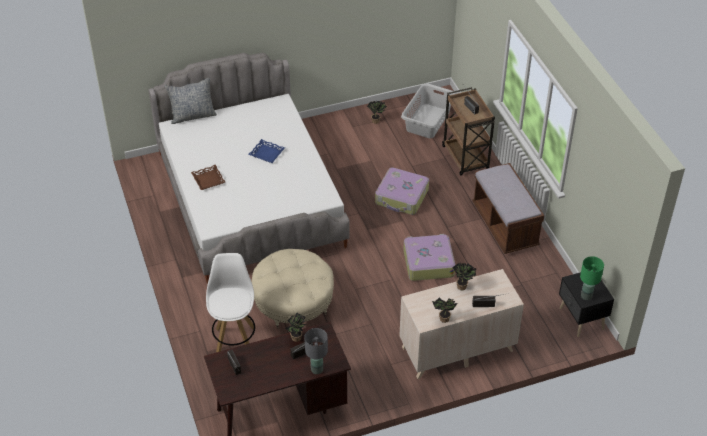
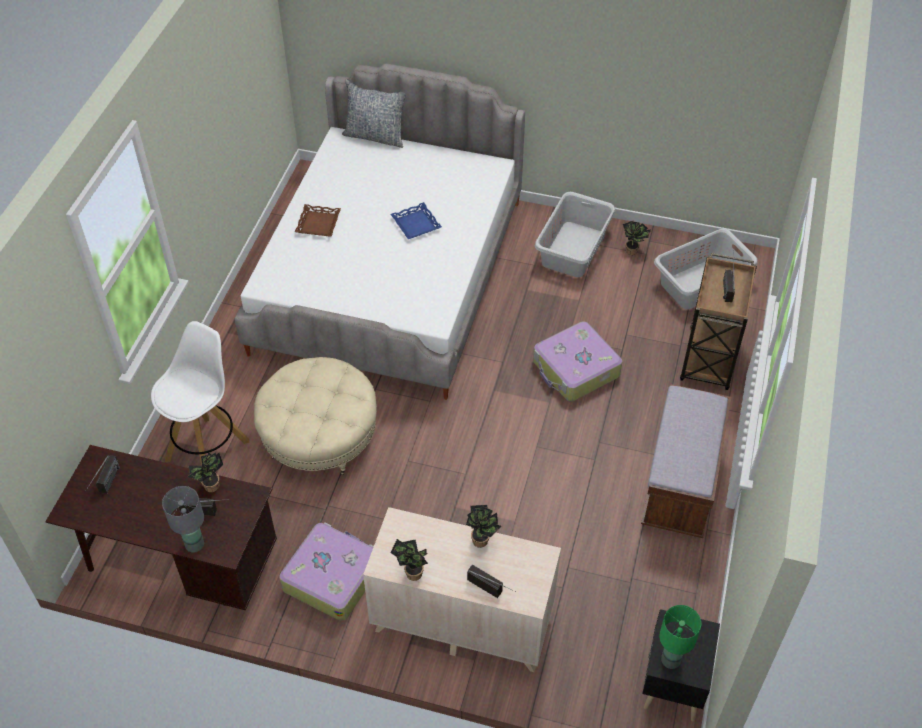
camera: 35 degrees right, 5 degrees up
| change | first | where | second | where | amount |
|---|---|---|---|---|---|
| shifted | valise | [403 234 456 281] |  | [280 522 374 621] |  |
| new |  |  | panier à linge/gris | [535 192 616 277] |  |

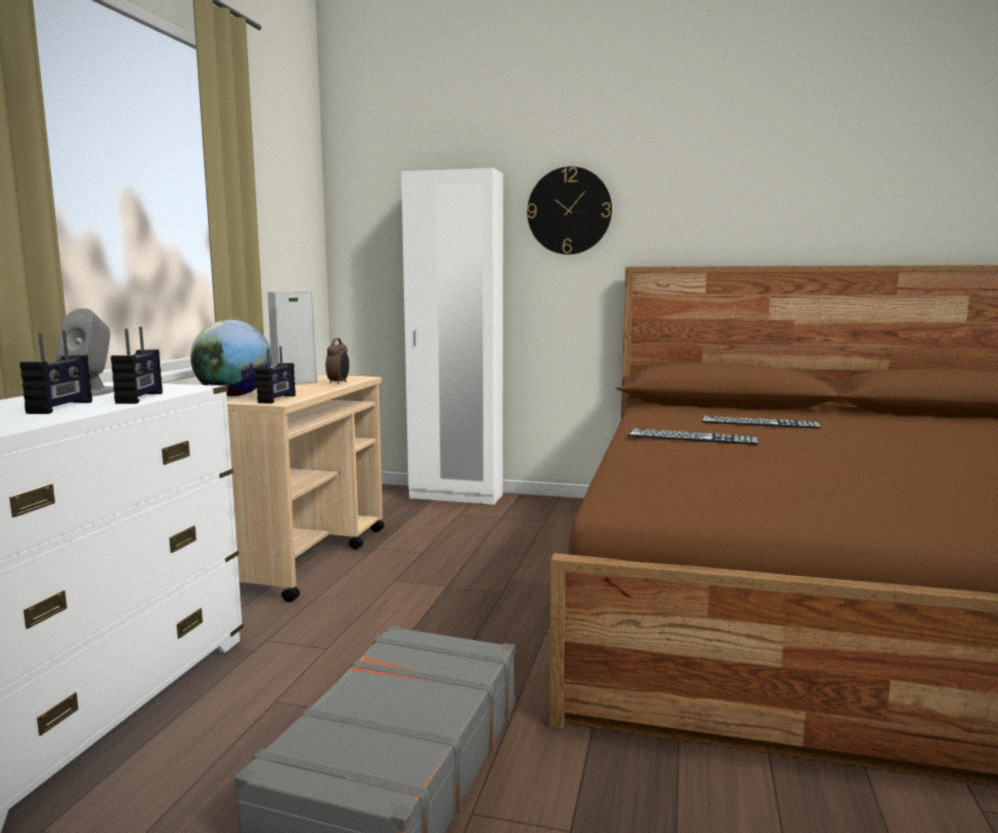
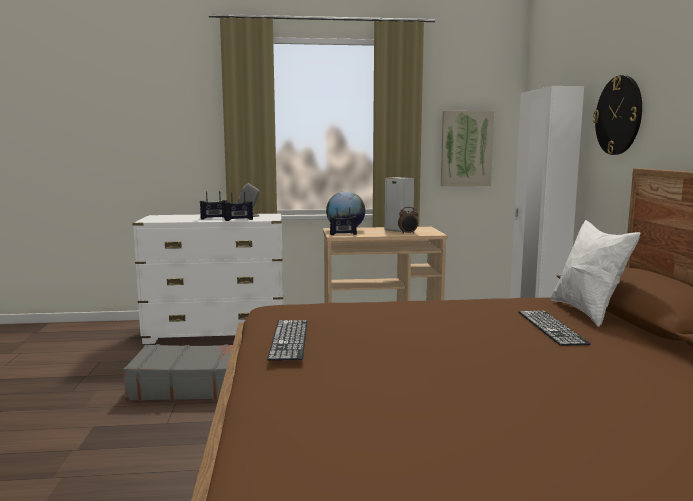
camera: 70 degrees right, 0 degrees up
| change | first | where | second | where | amount |
|---|---|---|---|---|---|
| shifted | clavier | [628 428 758 445] |  | [267 320 307 361] |  |
| new |  |  | tableau | [441 111 494 186] |  |
| new |  |  | coussin/blanc | [551 220 640 327] |  |

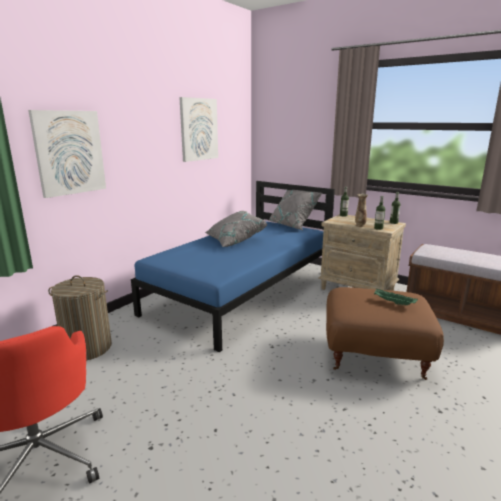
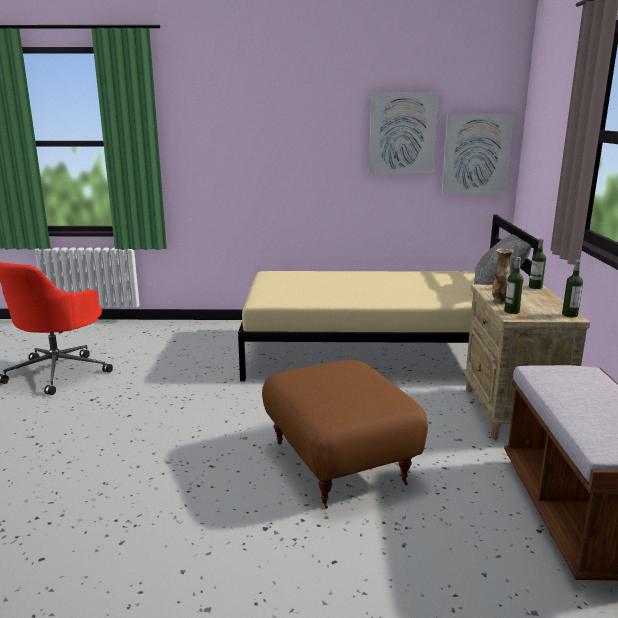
camera: 55 degrees right, 0 degrees up
| change | first | where | second | where | amount |
|---|---|---|---|---|---|
| repainted | lit/bleu | [131 181 335 352] | lit/beige | [238 215 539 381] |  |
| shifted | tableau | [28 110 106 198] |  | [442 114 514 194] |  |
| gone | panier à linge | [48 275 112 360] |  |  |  |
| gone | coussin/gris | [205 211 268 247] |  |  |  |
| gone | plateau/vert | [374 289 418 306] |  |  |  |

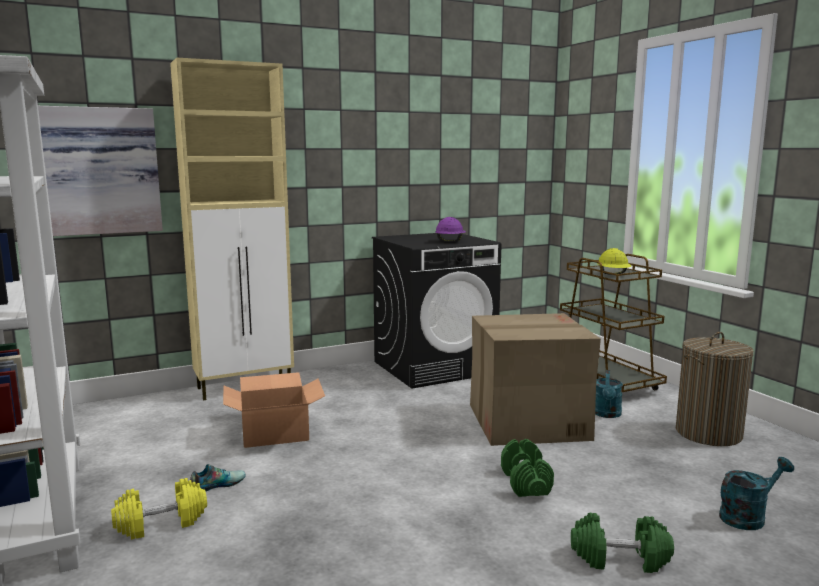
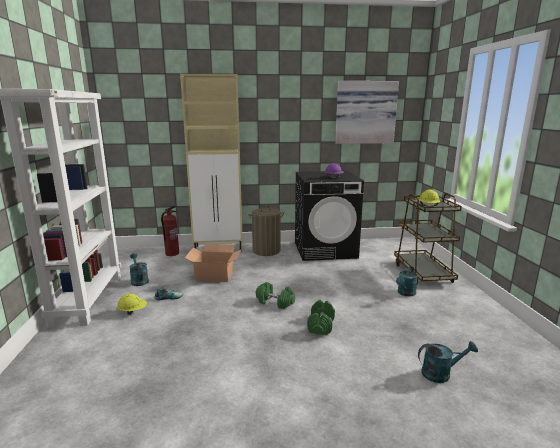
camera: 20 degrees right, 5 degrees up
| change | first | where | second | where | amount |
|---|---|---|---|---|---|
| swapped | haltère/jaune | [111 478 207 540] | casque de chantier/jaune | [117 294 147 315] |  |
| new |  |  | arrosoir/turquoise | [129 253 149 286] |  |
| new |  |  | extincteur | [161 206 179 256] |  |
| shifted | panier à linge | [676 332 754 446] |  | [248 205 284 256] |  |
| shifted | haltère/vert | [571 513 674 573] |  | [256 282 295 309] |  |
| shifted | tableau | [38 106 163 236] |  | [335 81 399 144] |  |
| gone | carton | [470 313 601 446] |  |  |  |

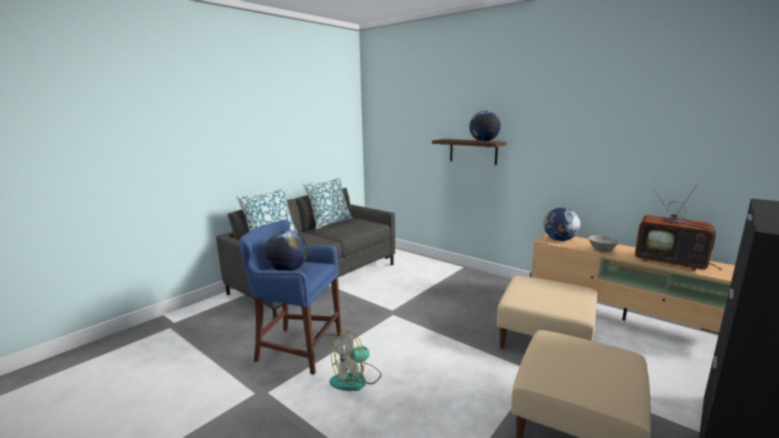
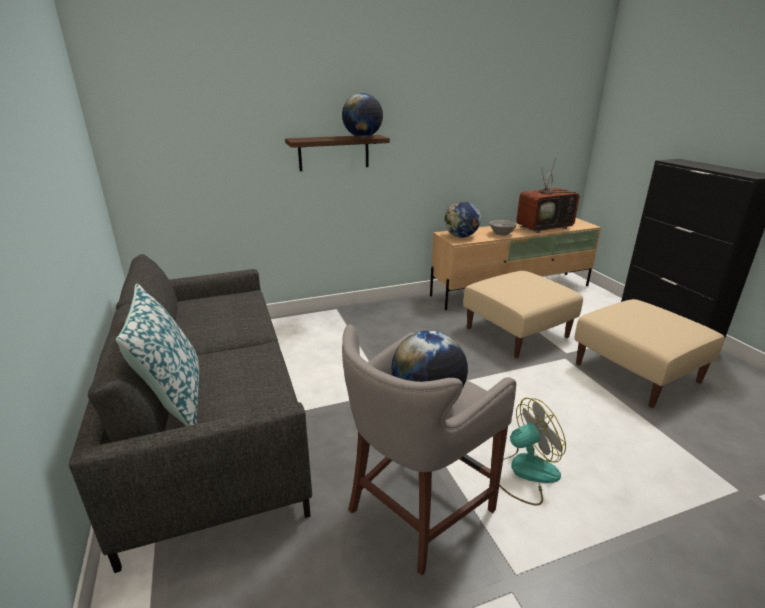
camera: 60 degrees left, 10 degrees up
| change | first | where | second | where | amount |
|---|---|---|---|---|---|
| repainted | tabouret/bleu | [240 219 342 375] | tabouret/gris | [342 325 516 576] |  |
| rotated | ventilateur | [329 330 381 391] |  | [499 398 566 506] | 105 degrees counterclockwise |
| gone | coussin | [303 177 353 230] |  |  |  |

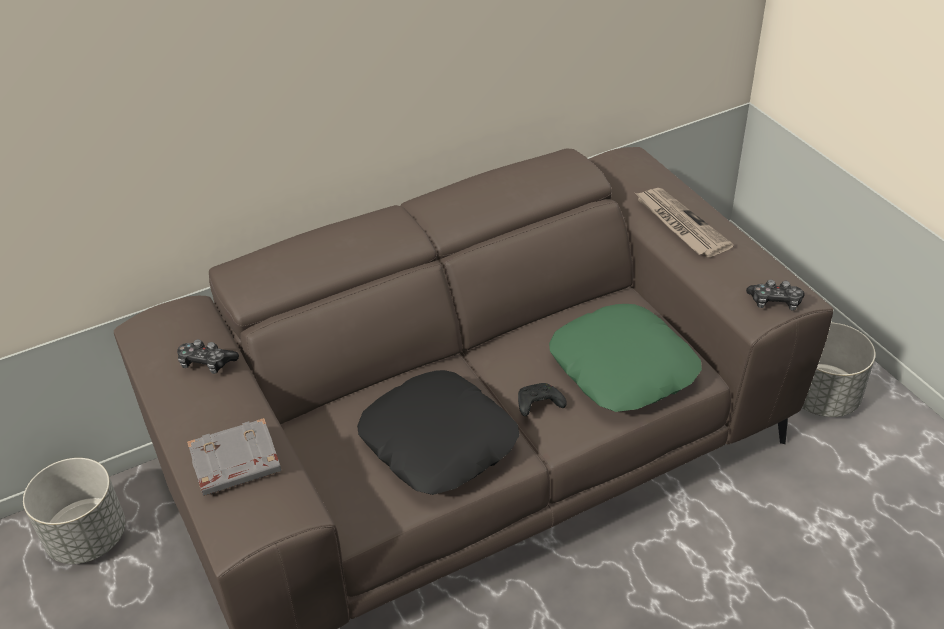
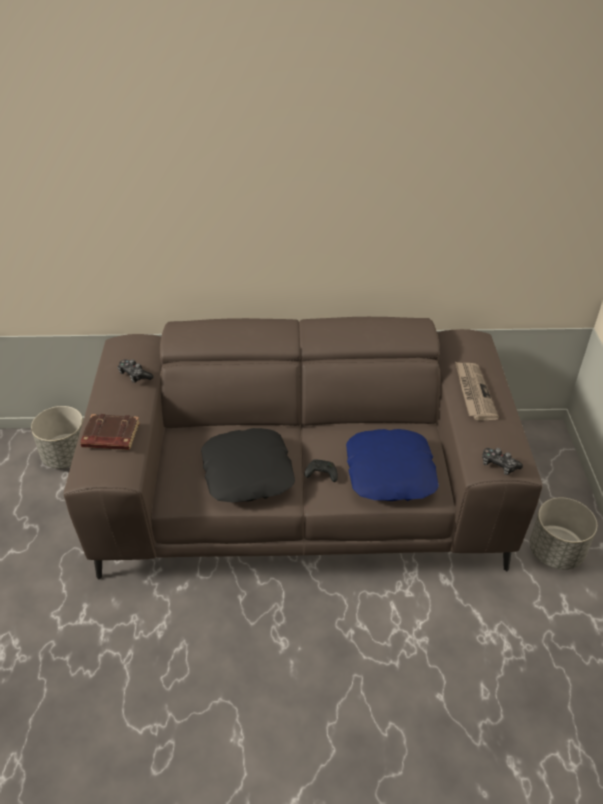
camera: 25 degrees right, 0 degrees up
| change | first | where | second | where | amount |
|---|---|---|---|---|---|
| repainted | livre/gris | [187 418 281 496] | livre/marron | [80 414 140 450] |  |
| repainted | coussin/vert | [549 304 702 412] | coussin/bleu | [346 429 439 501] |  |

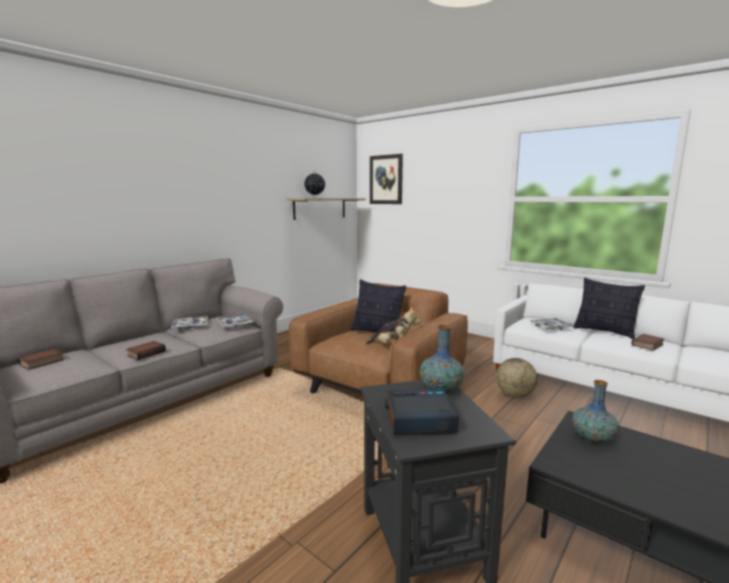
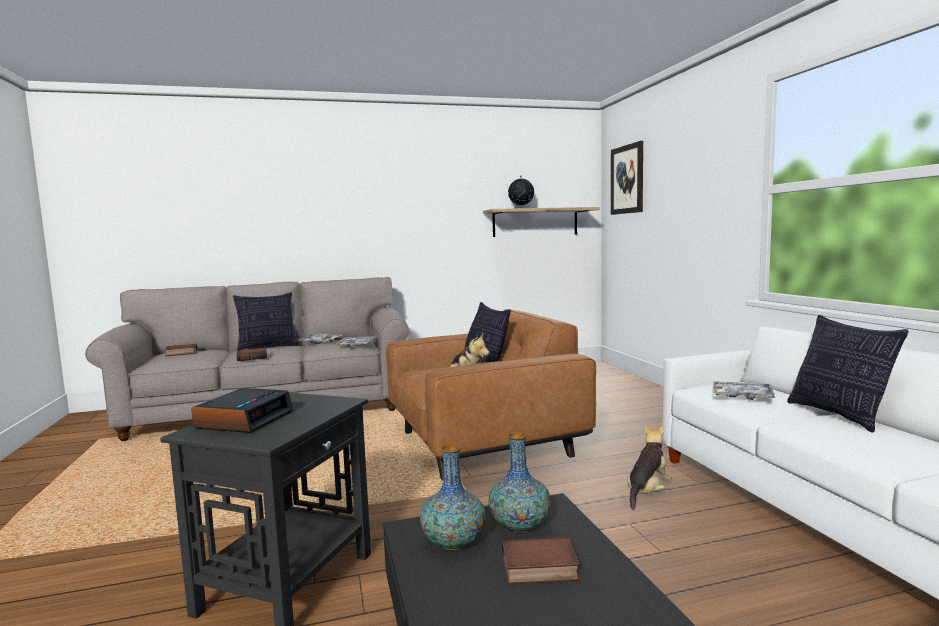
camera: 35 degrees right, 5 degrees down
| change | first | where | second | where | amount |
|---|---|---|---|---|---|
| rotated | réveil | [385 389 459 435] |  | [191 388 293 433] | 75 degrees clockwise |
| new |  |  | coussin | [233 292 298 350] |  |
| shifted | vase | [420 325 464 393] |  | [420 444 486 550] |  |
| shifted | livre | [631 334 664 351] |  | [502 537 580 585] |  |
| swapped | globe | [496 358 538 398] | peluche | [627 426 671 510] |  |

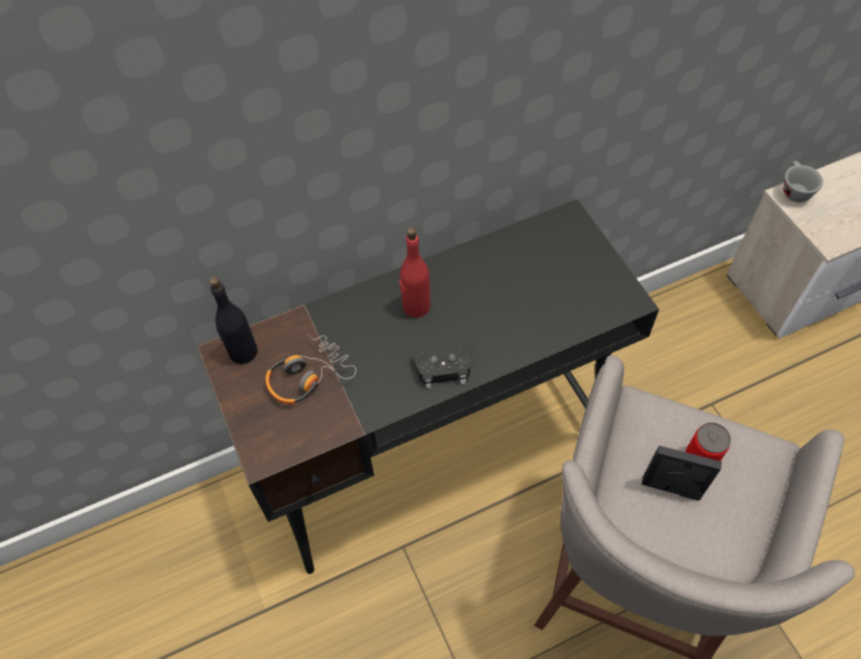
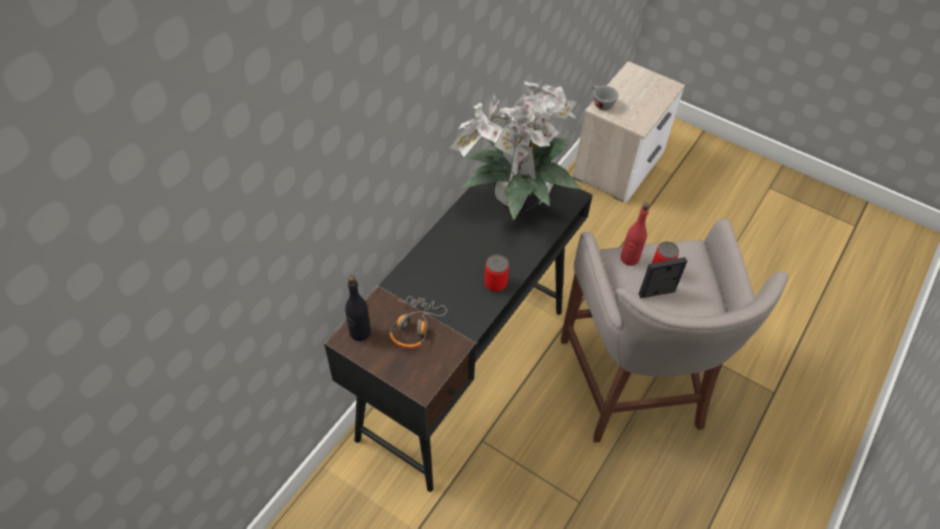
camera: 35 degrees left, 5 degrees down
| change | first | where | second | where | amount |
|---|---|---|---|---|---|
| new |  |  | plante en pot | [450 81 581 220] |  |
| swapped | manette/noir | [412 345 471 388] | boîte métallique | [484 254 509 292] |  |
| shifted | bouteille/rouge | [399 227 431 318] |  | [620 203 649 266] |  |

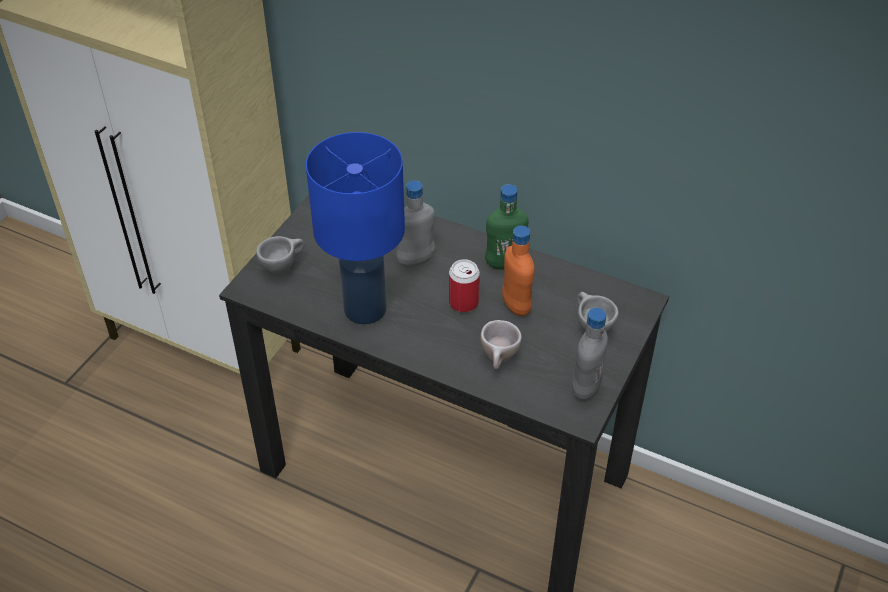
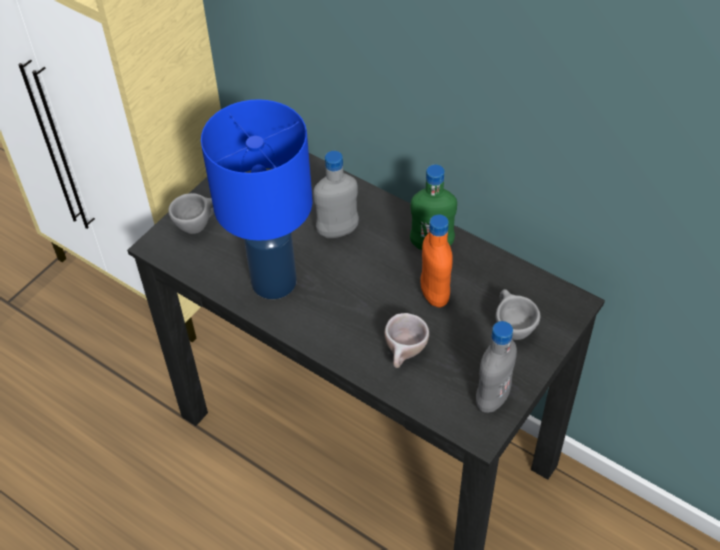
camera: 10 degrees right, 5 degrees up
| change | first | where | second | where | amount |
|---|---|---|---|---|---|
| gone | boîte métallique | [449 259 480 312] |  |  |  |

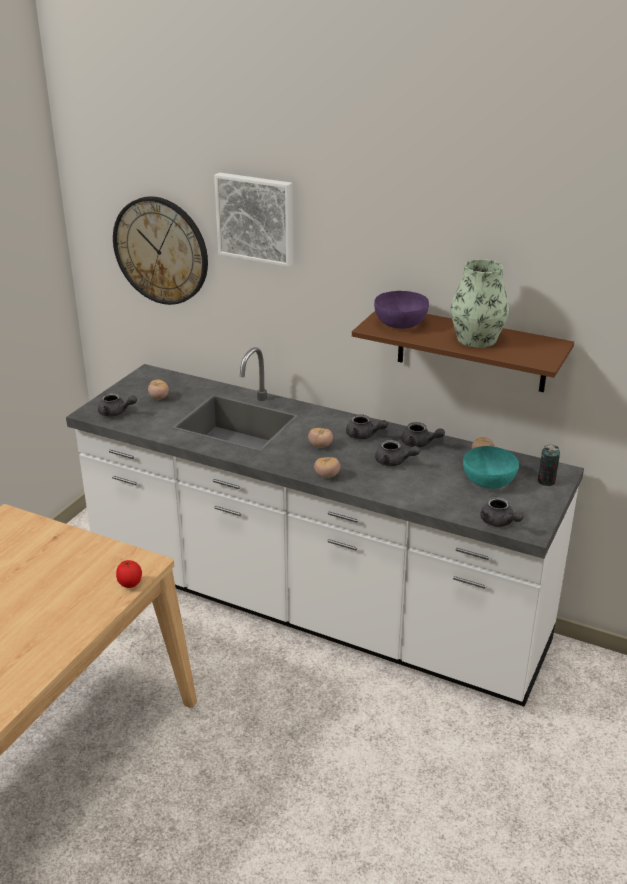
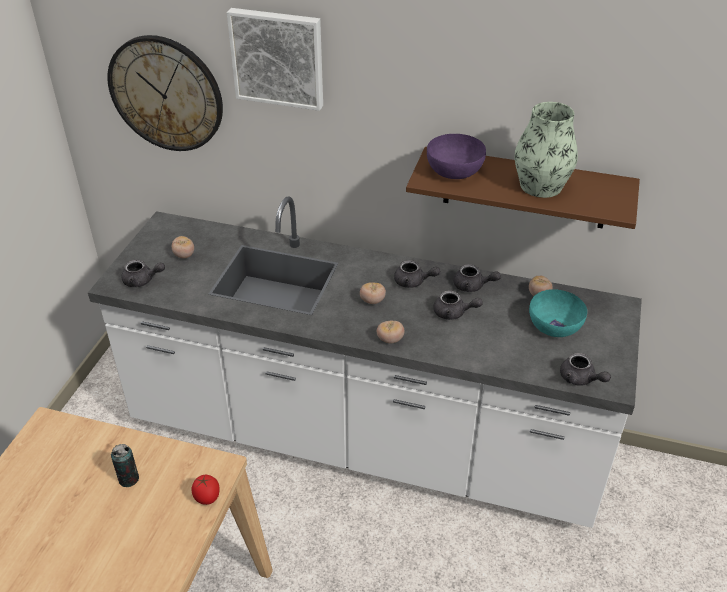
camera: 10 degrees left, 10 degrees up
| change | first | where | second | where | amount |
|---|---|---|---|---|---|
| shifted | boîte métallique | [538 444 560 486] |  | [111 444 139 487] |  |

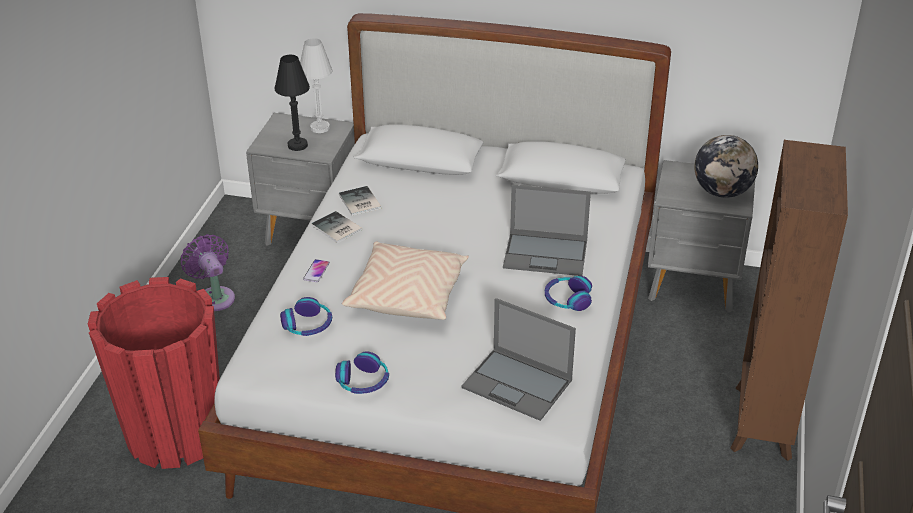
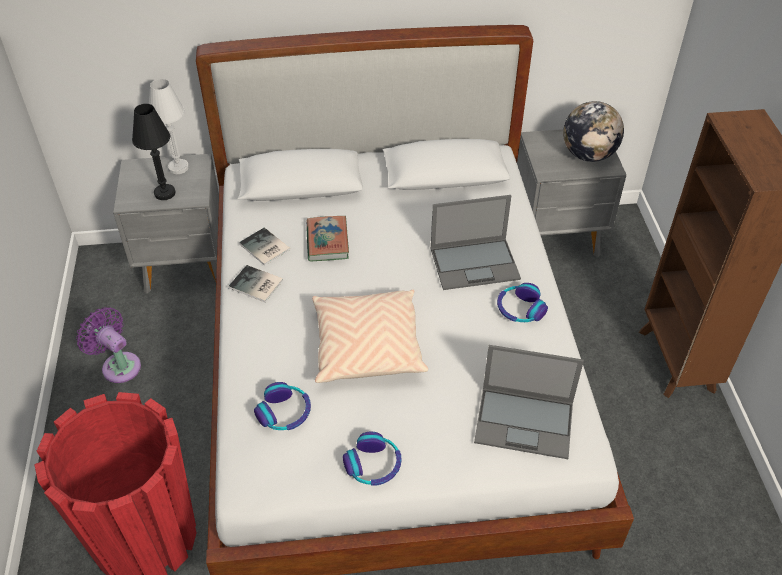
camera: 20 degrees left, 10 degrees up
| change | first | where | second | where | amount |
|---|---|---|---|---|---|
| new |  |  | livre | [306 216 349 262] |  |
| gone | téléphone | [303 259 330 282] |  |  |  |

